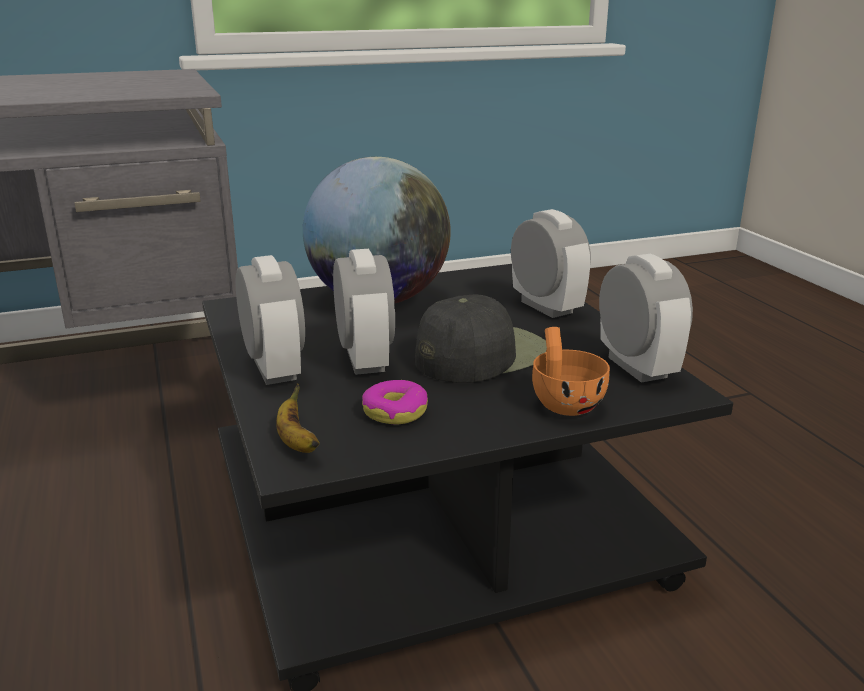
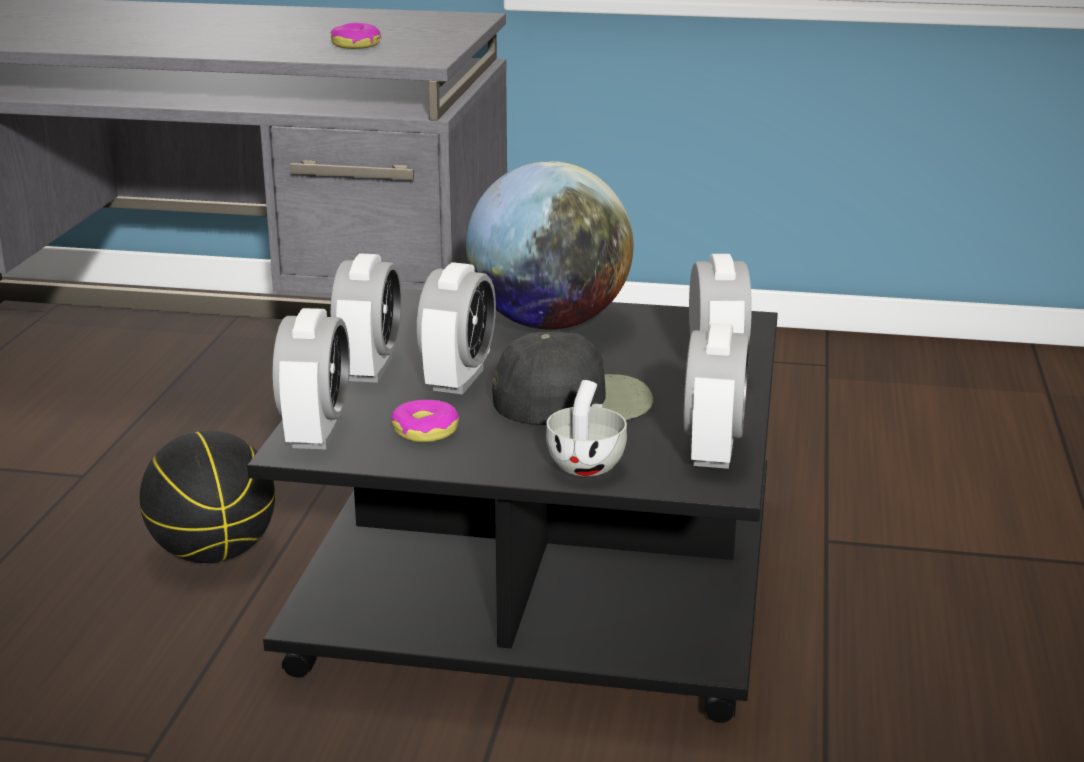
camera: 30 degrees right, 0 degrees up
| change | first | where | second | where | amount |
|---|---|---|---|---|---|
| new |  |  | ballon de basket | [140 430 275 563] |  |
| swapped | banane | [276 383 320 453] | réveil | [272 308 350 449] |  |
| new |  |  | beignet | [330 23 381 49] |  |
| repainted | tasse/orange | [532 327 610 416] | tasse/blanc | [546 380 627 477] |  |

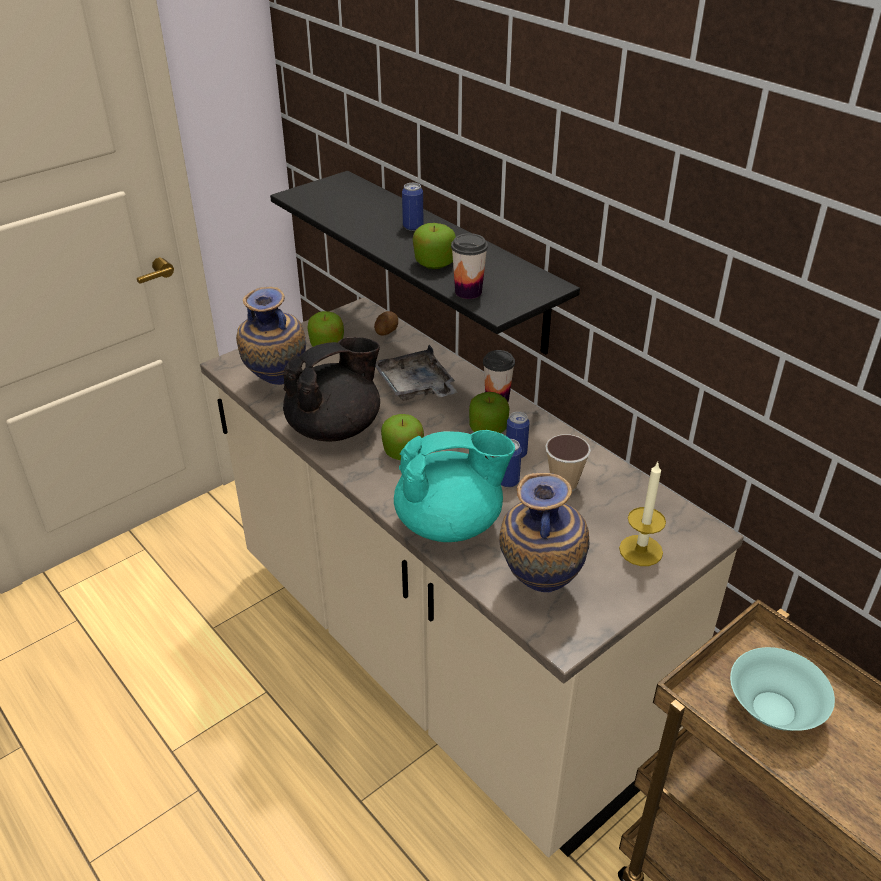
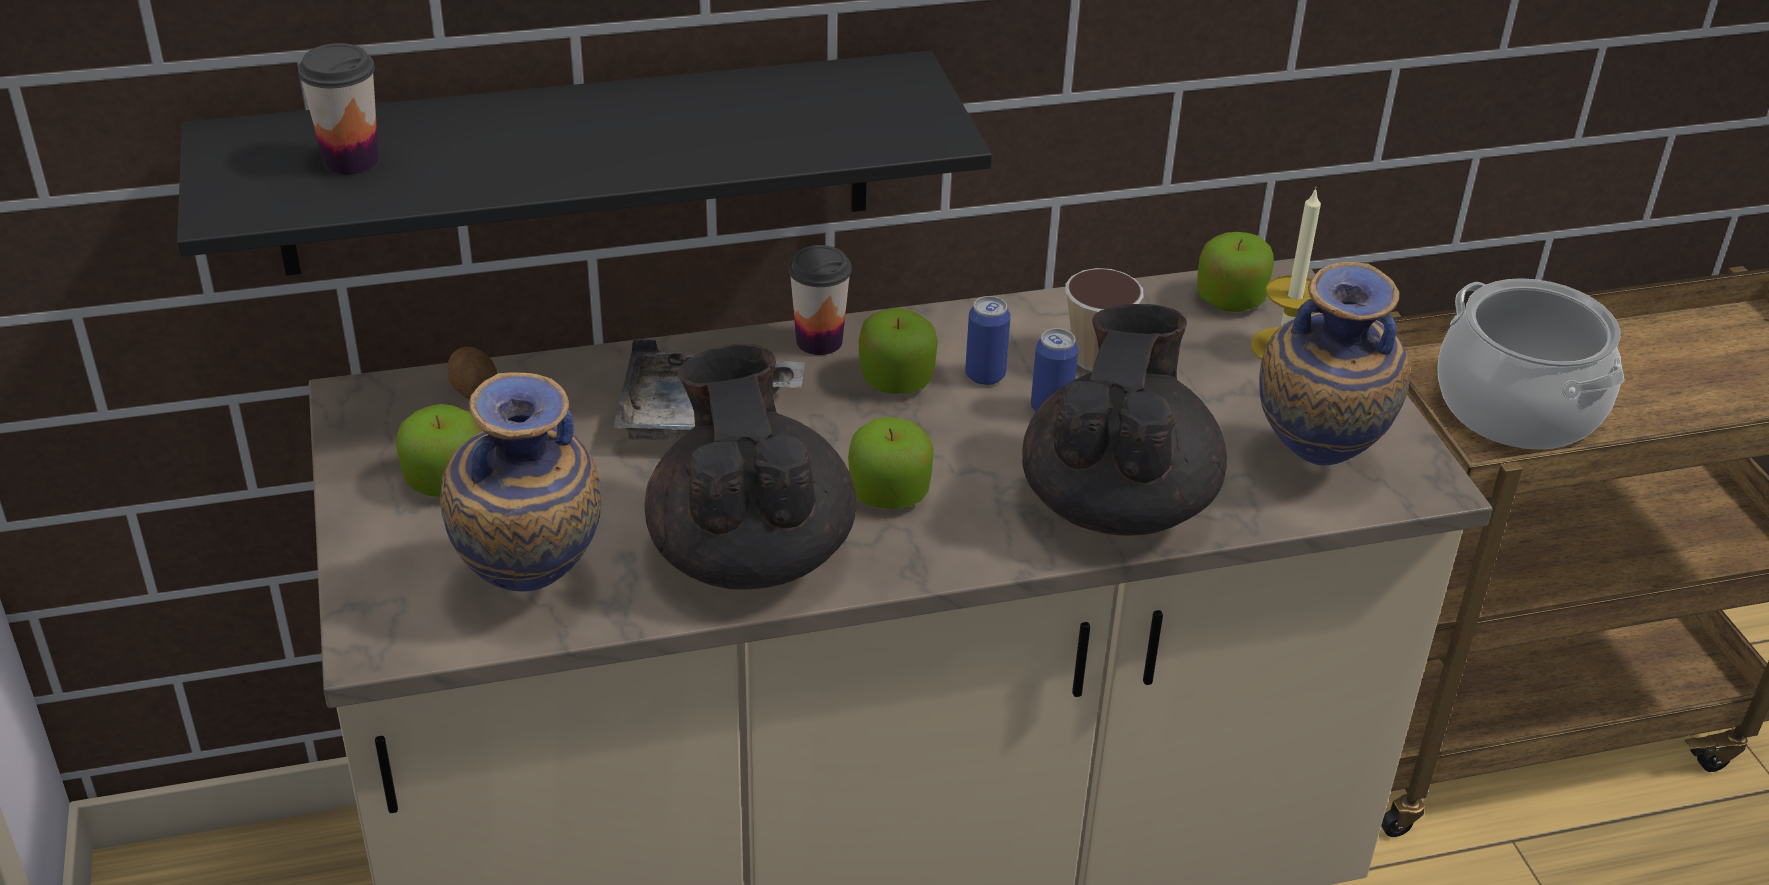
camera: 65 degrees left, 0 degrees up
| change | first | where | second | where | amount |
|---|---|---|---|---|---|
| shifted | tasse | [451 233 488 299] |  | [298 43 379 175] |  |
| repainted | théière/turquoise | [394 430 515 542] | théière/noir | [1022 304 1227 536] |  |
| shifted | pomme | [413 223 456 269] |  | [1197 232 1274 312] |  |
| swapped | bol/turquoise | [730 647 835 731] | marmite | [1437 278 1624 449] |  |
| gone | boîte métallique | [402 183 424 231] |  |  |  |

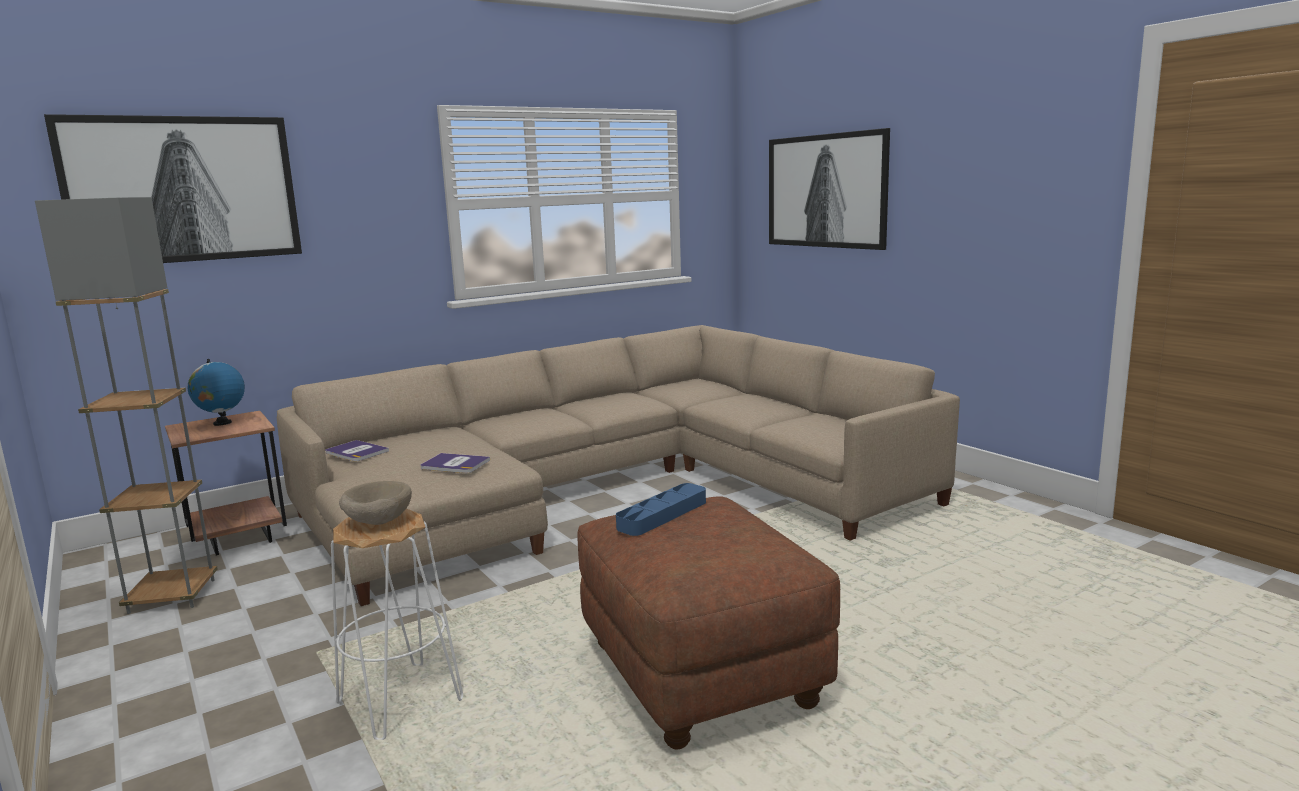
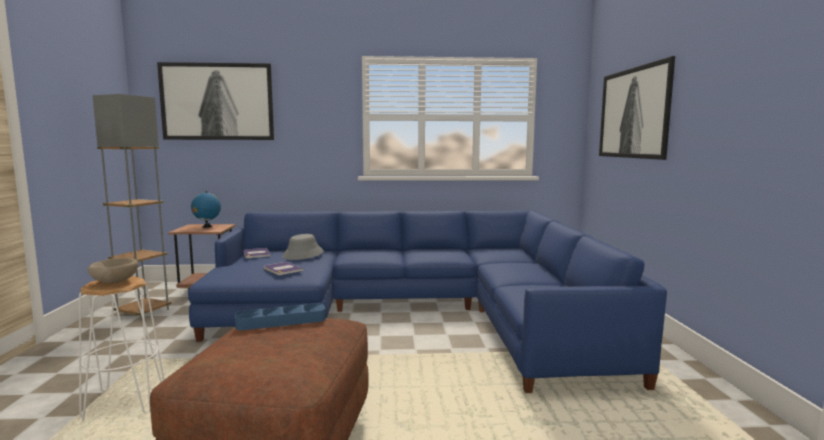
camera: 30 degrees right, 5 degrees down
| change | first | where | second | where | amount |
|---|---|---|---|---|---|
| repainted | canapé/beige | [277 325 960 606] | canapé/bleu | [188 211 667 393] |  |
| new |  |  | chapeau/gris | [282 234 324 260] |  |

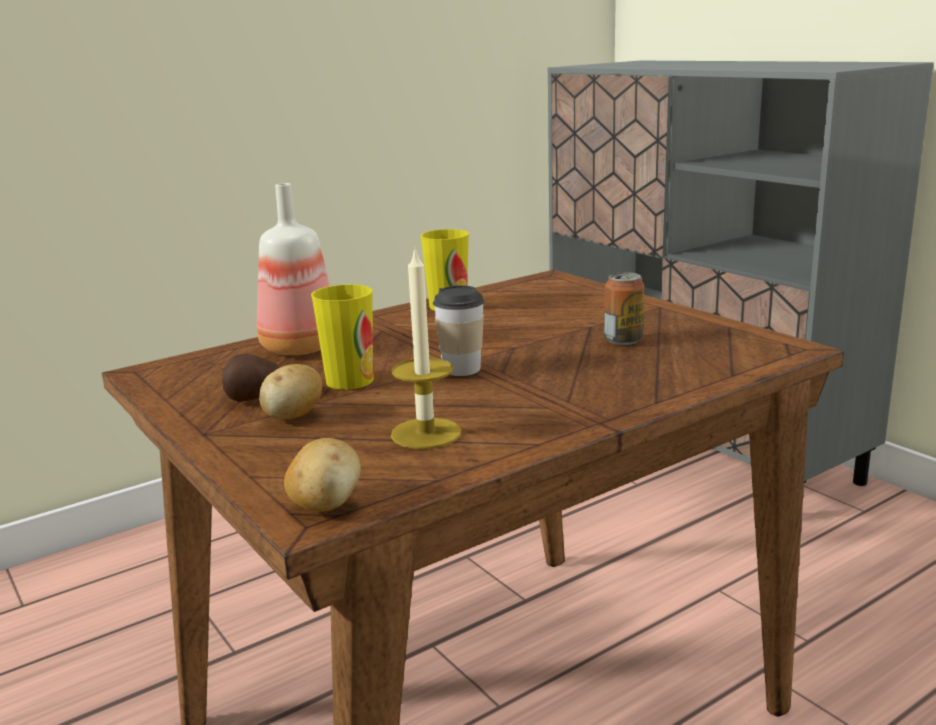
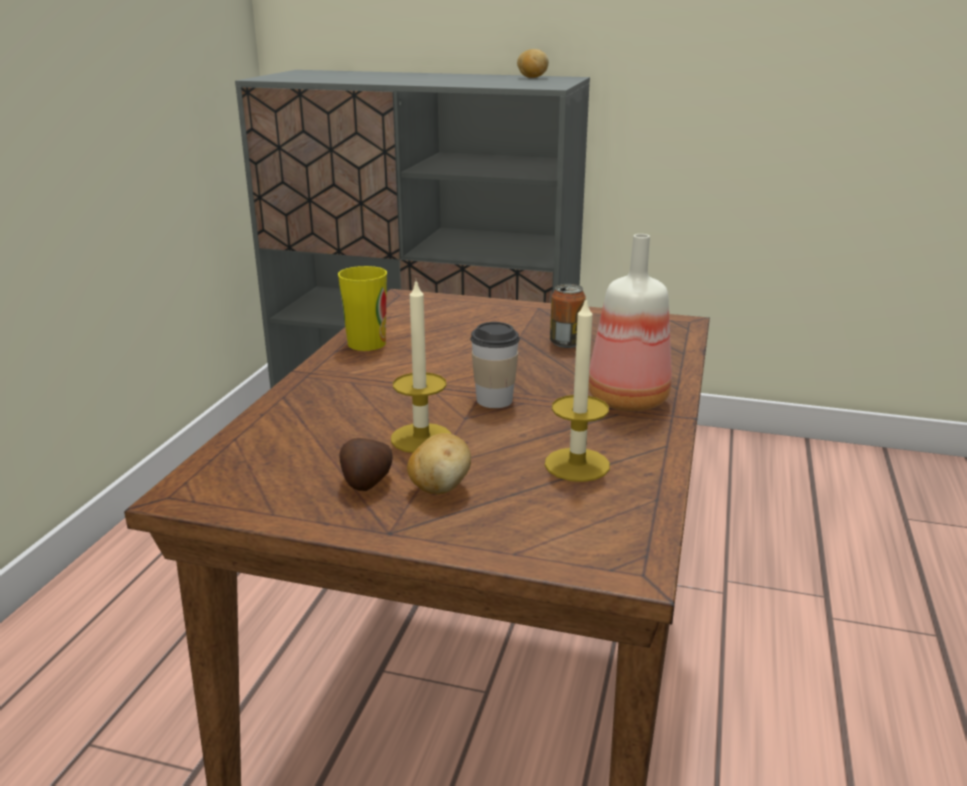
camera: 40 degrees left, 5 degrees up
| change | first | where | second | where | amount |
|---|---|---|---|---|---|
| swapped | tasse | [311 284 373 390] | bougie | [391 278 451 453] |  |
| shifted | pomme de terre | [284 438 361 512] |  | [517 49 549 78] |  |
| shifted | bouteille | [257 183 330 355] |  | [588 234 672 411] |  |

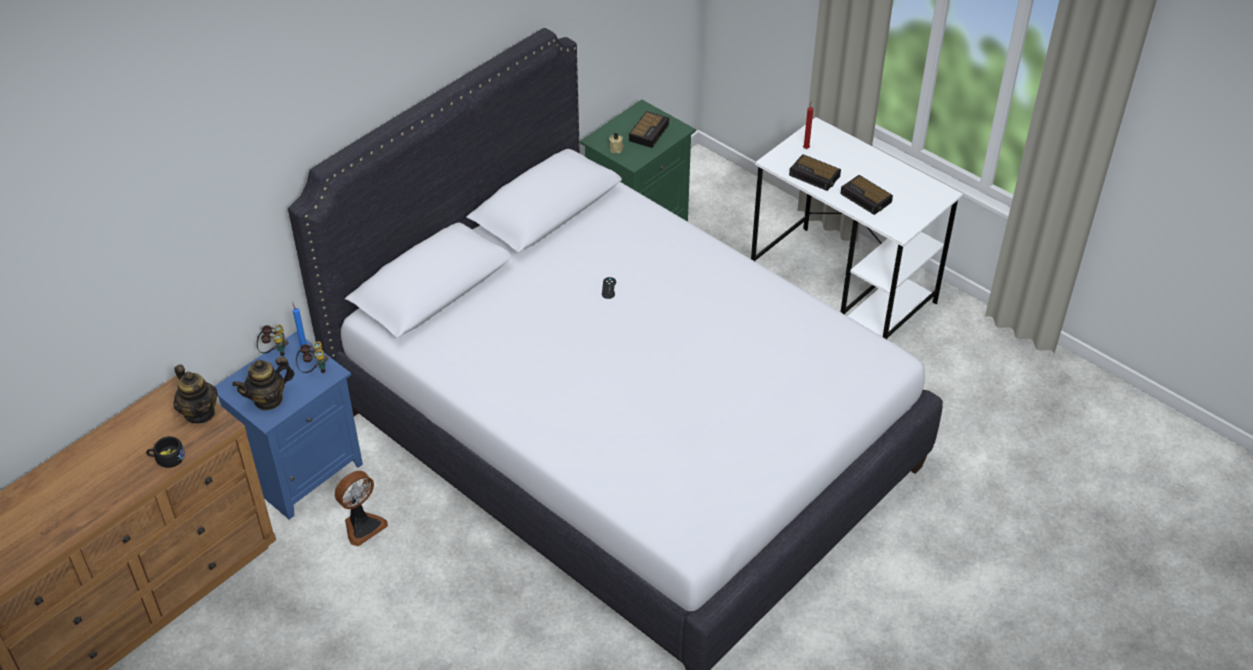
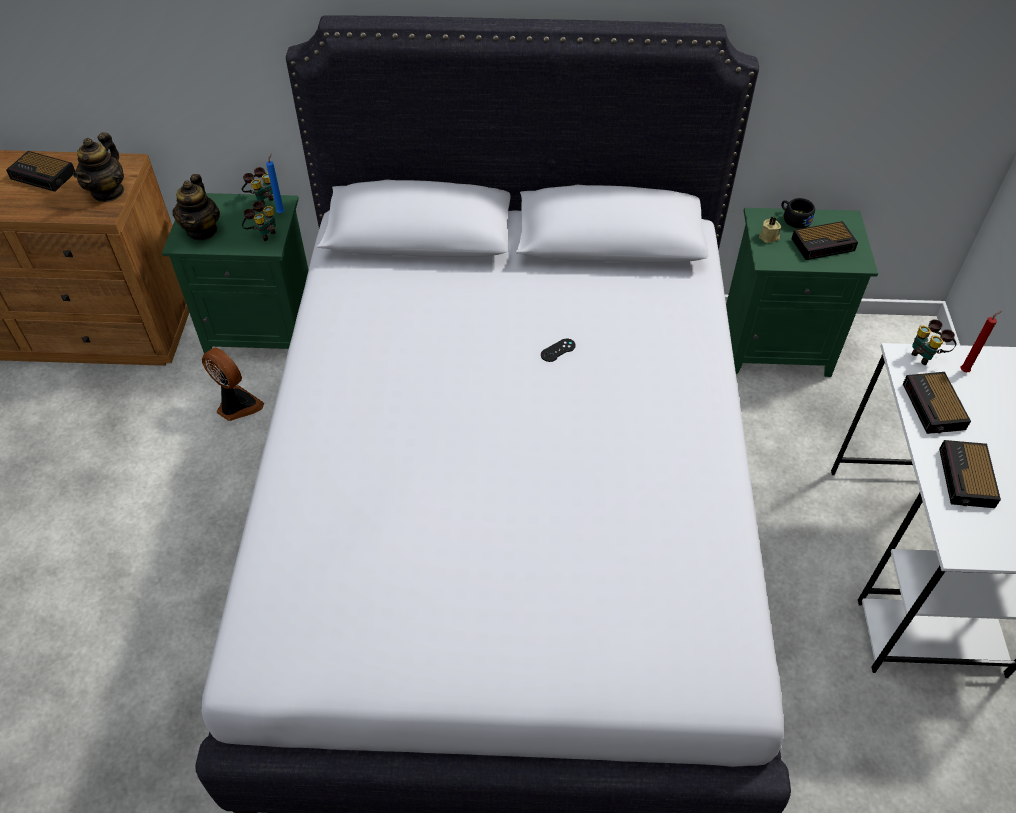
camera: 50 degrees right, 5 degrees up
| change | first | where | second | where | amount |
|---|---|---|---|---|---|
| new |  |  | réveil | [6 151 76 192] |  |
| repainted | table de chevet/bleu | [215 332 363 520] | table de chevet/vert | [162 193 308 354] |  |
| rotated | théière | [232 356 295 411] |  | [172 174 220 240] | 105 degrees counterclockwise |
| rotated | ventilateur | [335 471 388 546] |  | [202 348 264 421] | 150 degrees counterclockwise |
| shifted | tasse/noir | [146 436 185 468] |  | [781 198 815 229] |  |
| new |  |  | jumelles | [911 319 956 365] |  |

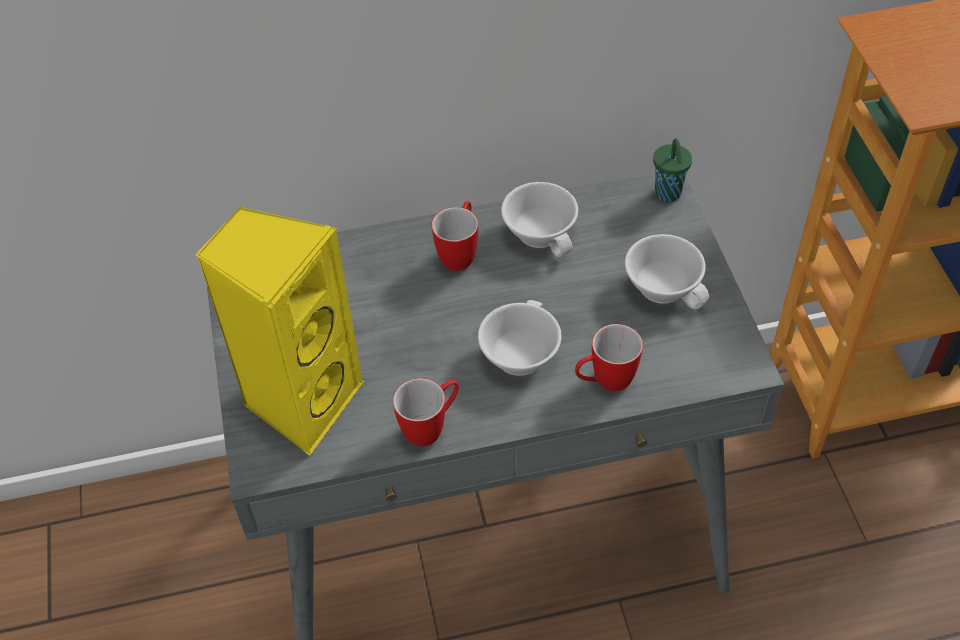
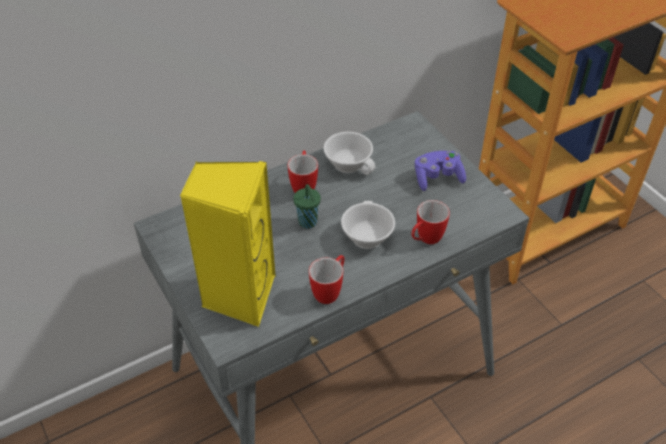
camera: 20 degrees left, 5 degrees down
| change | first | where | second | where | amount |
|---|---|---|---|---|---|
| shifted | tasse/vert | [653 139 692 202] |  | [293 184 321 229] |  |
| swapped | tasse/blanc | [625 234 709 309] | manette/violet | [415 151 466 191] |  |

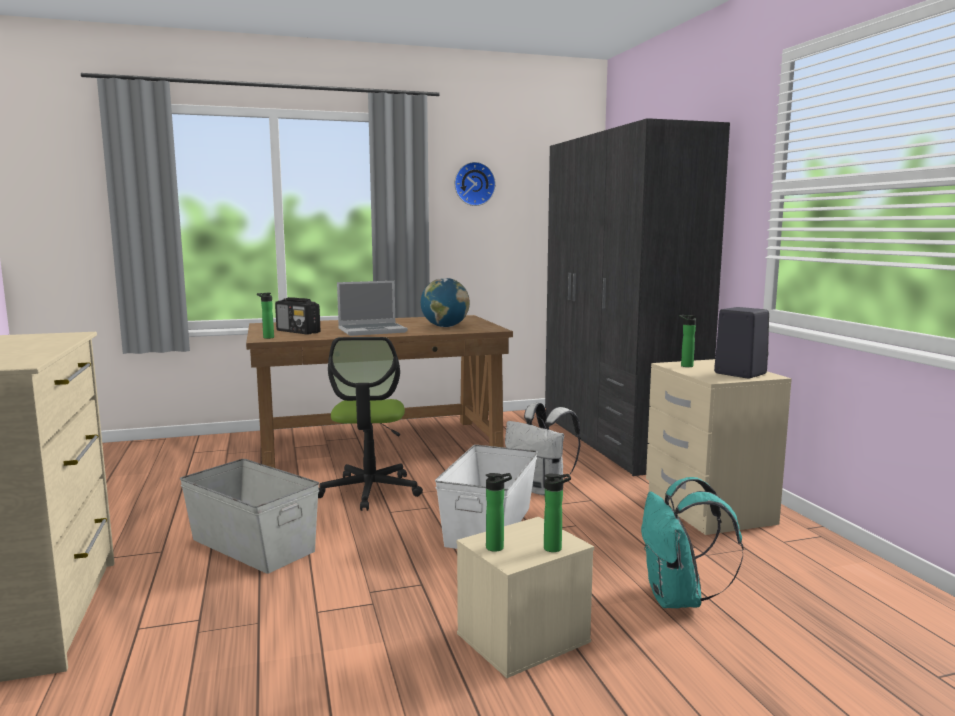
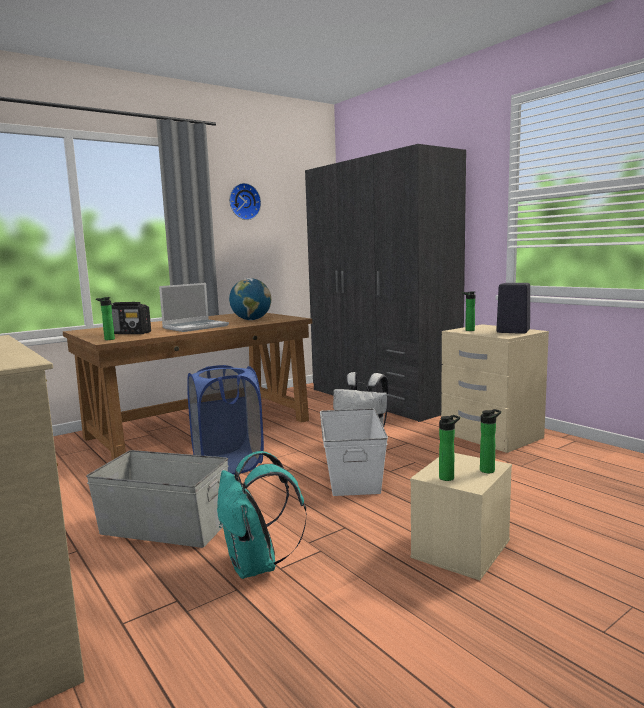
camera: 20 degrees left, 0 degrees up
| change | first | where | second | where | amount |
|---|---|---|---|---|---|
| swapped | chaise de bureau | [318 337 423 511] | panier à linge/bleu | [187 365 264 475] |  |
| shifted | sac à dos/turquoise | [641 477 743 608] |  | [217 451 307 579] |  |

